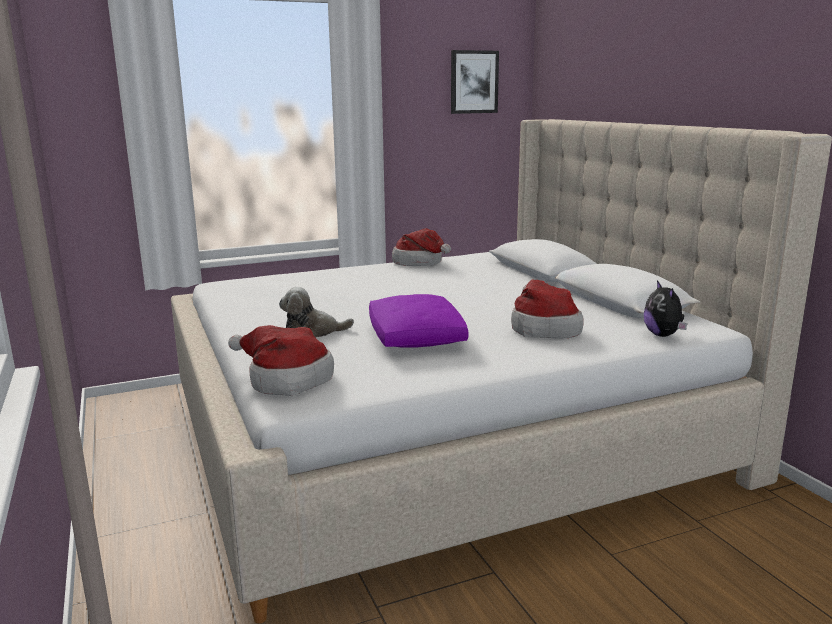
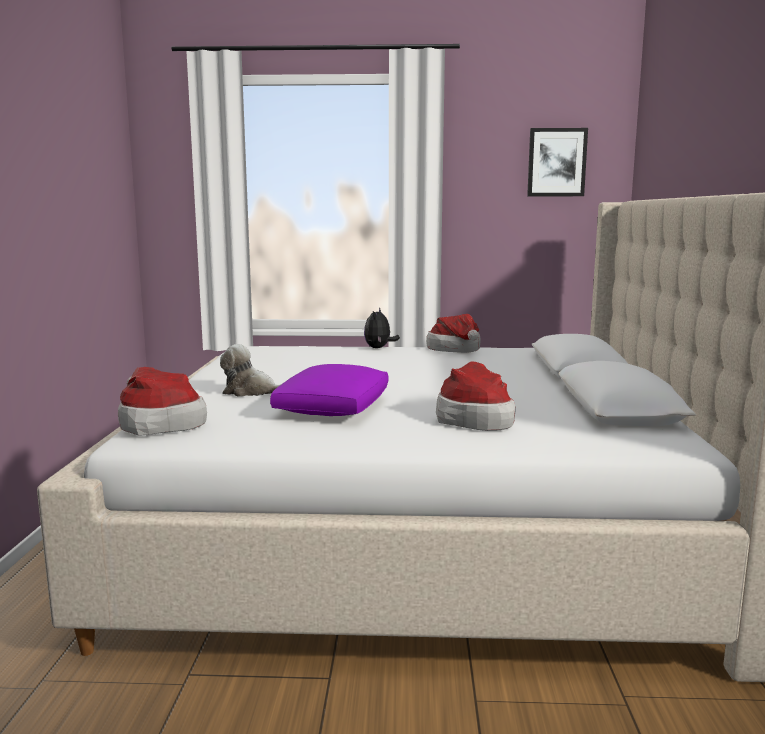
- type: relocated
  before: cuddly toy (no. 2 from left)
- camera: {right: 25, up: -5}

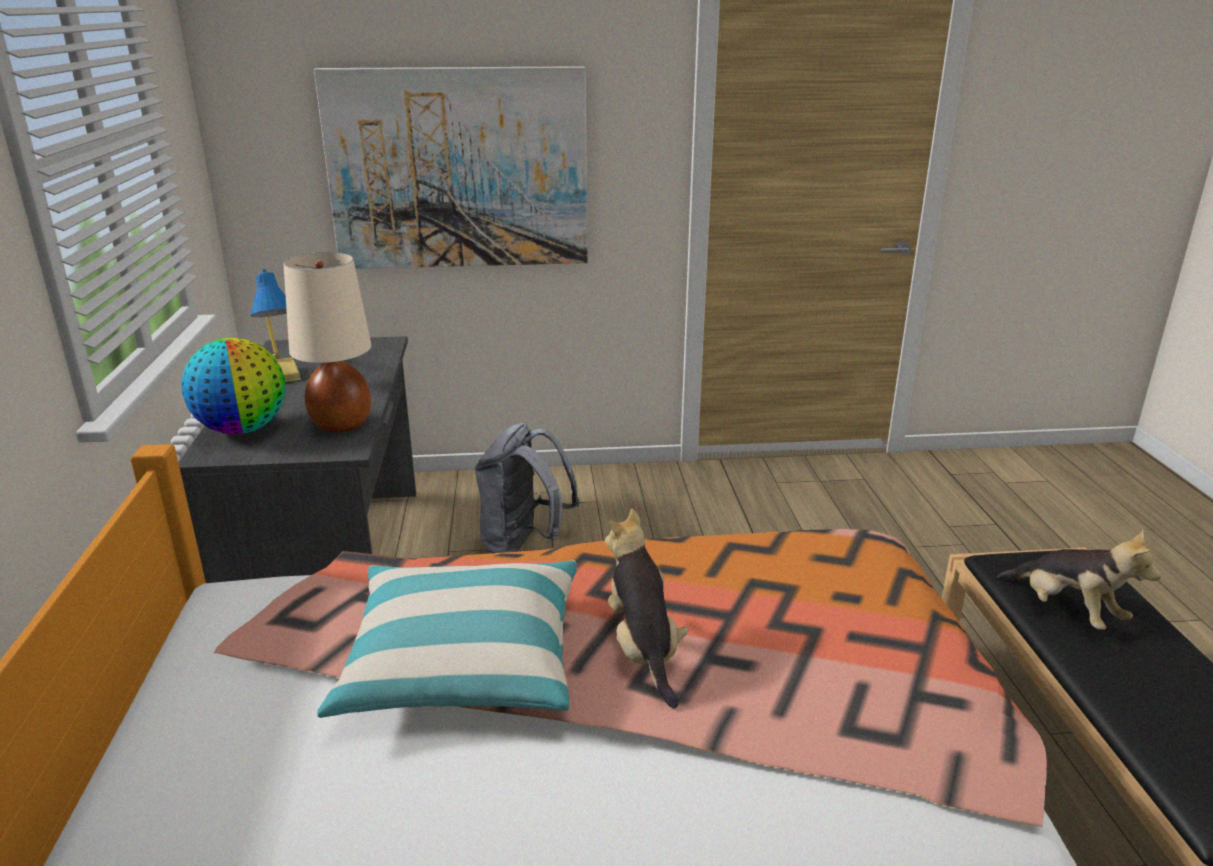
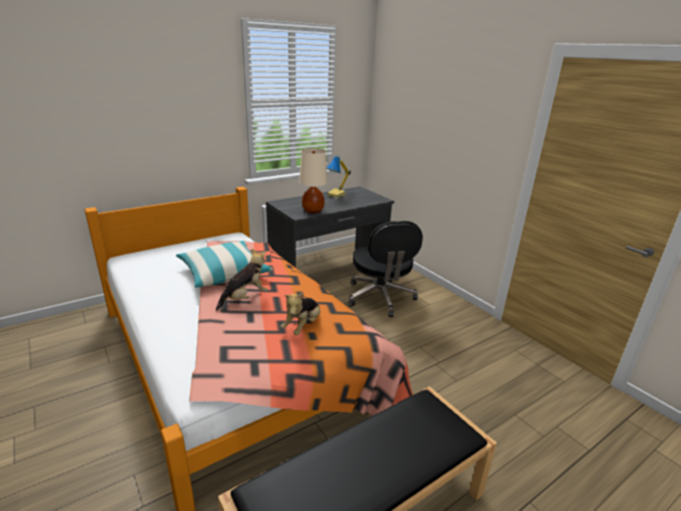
- type: missing
  before: globe
- type: missing
  before: wall art
- type: exchanged
  before: gray knapsack
  after: black-coloured desk chair
- type: relocated
  before: cuddly toy (no. 2 from left)
- camera: {right: 60, up: 0}

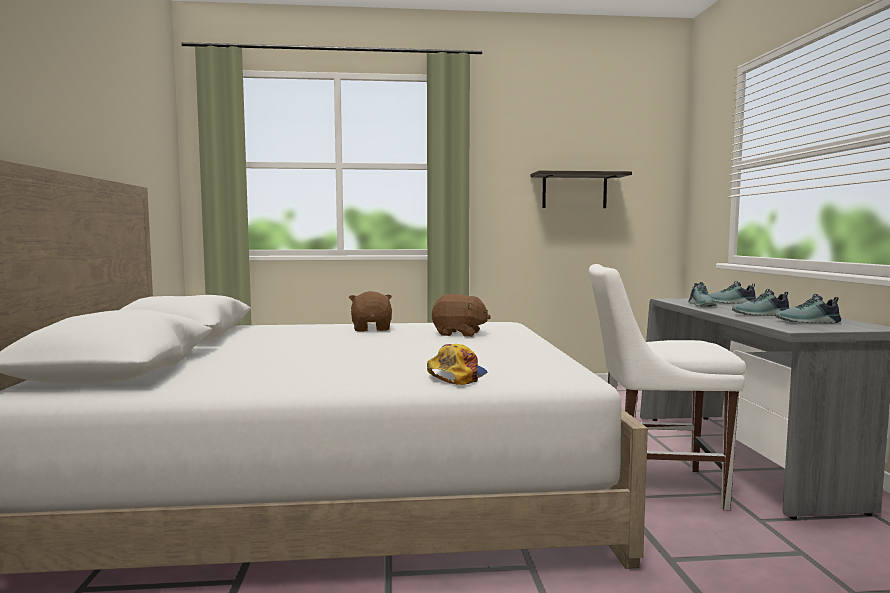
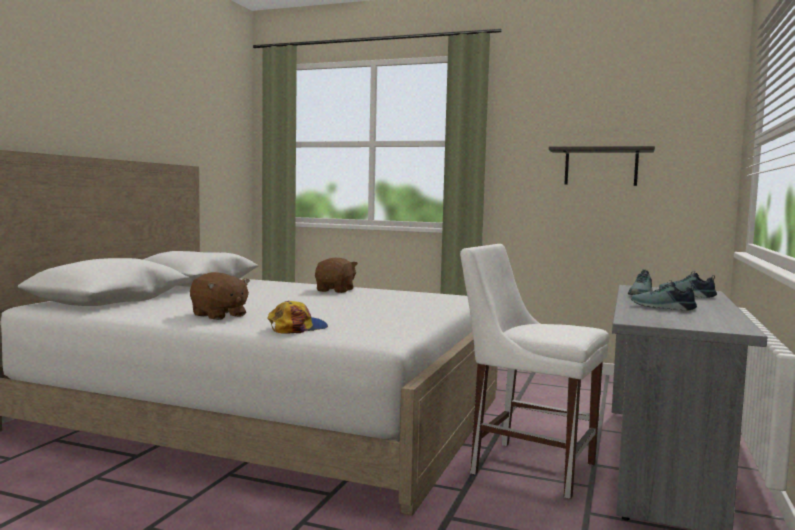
- type: relocated
  before: brownish cuddly toy (no. 2 from left in the first image)
  after: brownish cuddly toy (no. 1 from left)
- type: missing
  before: item of footwear (no. 4 from left)
- camera: {right: 25, up: 0}

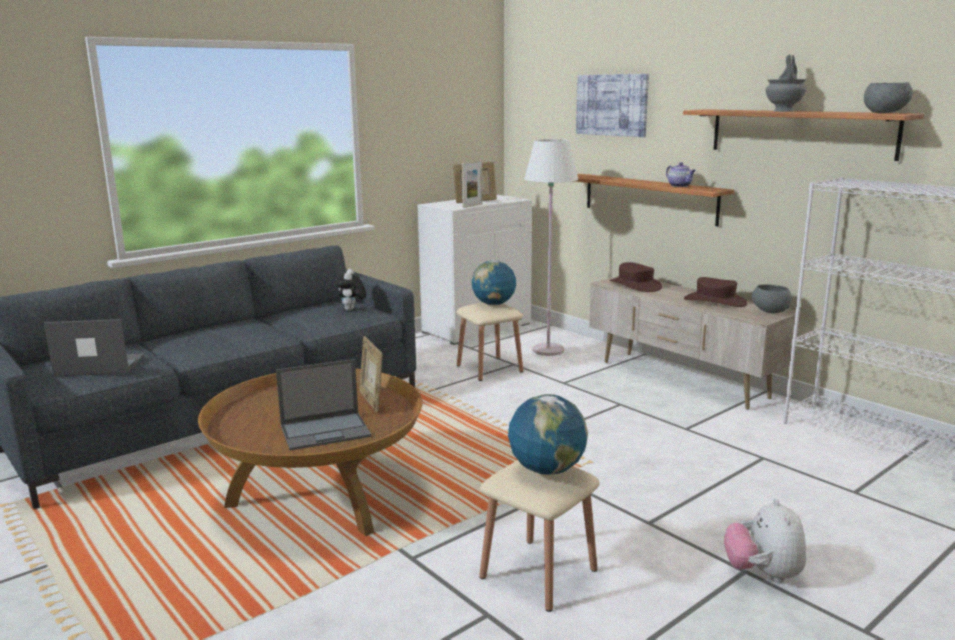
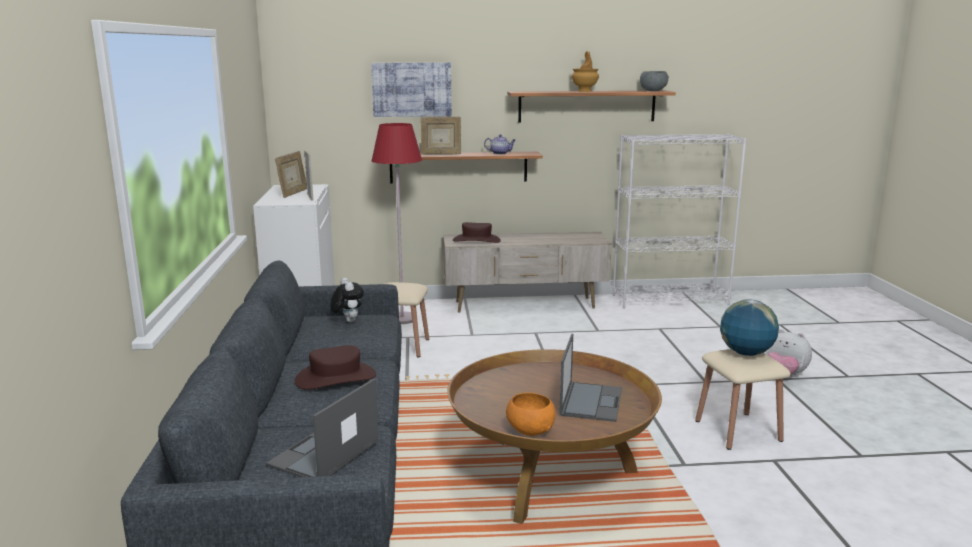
- type: spun
  before: cuddly toy (no. 1 from left)
  turn: -150
- type: relocated
  before: picture frame (no. 1 from left in the first image)
  after: picture frame (no. 3 from left)
- type: missing
  before: globe (no. 1 from left)
- type: colour
  before: whitish standard lamp
  after: red standard lamp
- type: relocated
  before: brownish hat (no. 2 from left in the first image)
  after: brownish hat (no. 1 from left)
- type: missing
  before: gray bowl (no. 1 from left)
- type: colour
  before: gray flower vase
  after: brownish flower vase
- type: appeared
  after: orange bowl
- camera: {right: -55, up: 0}

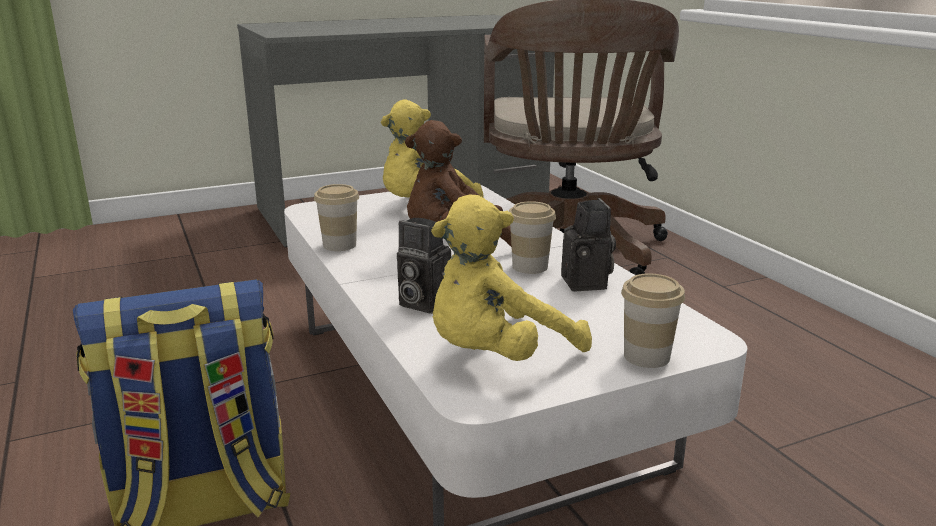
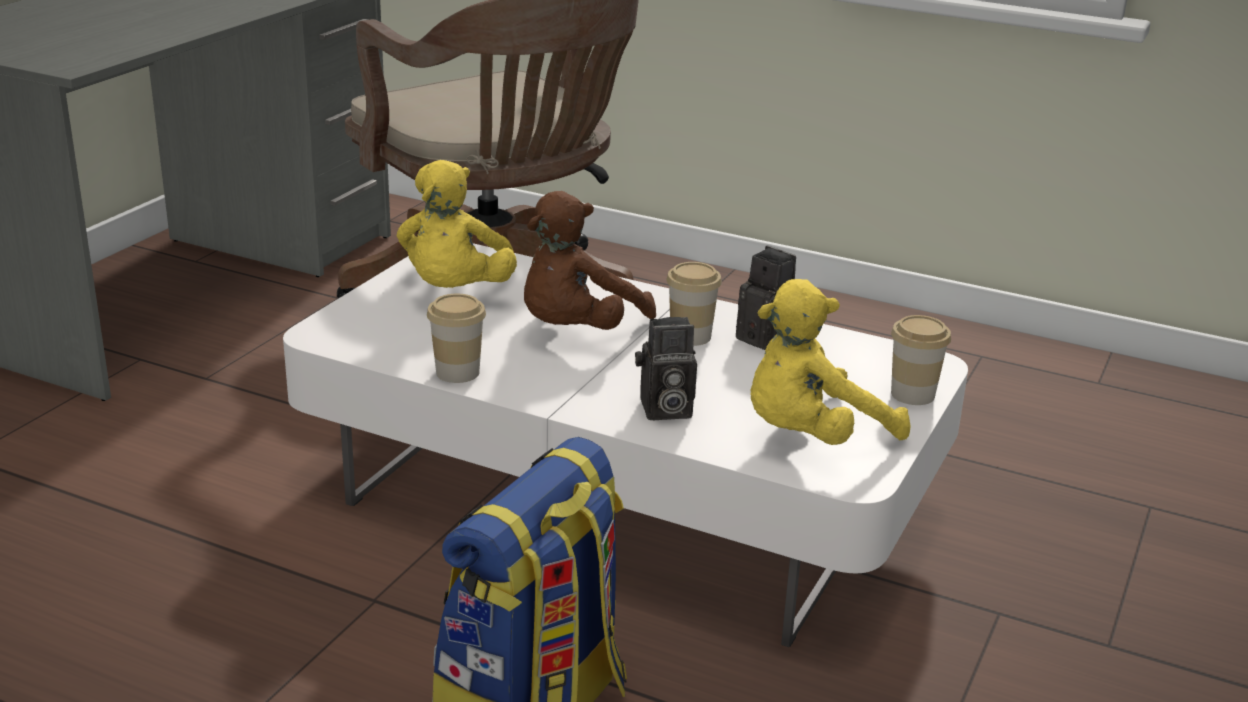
- type: spun
  before: yellow cuddly toy (no. 2 from left)
  turn: 45
- camera: {right: -40, up: 5}

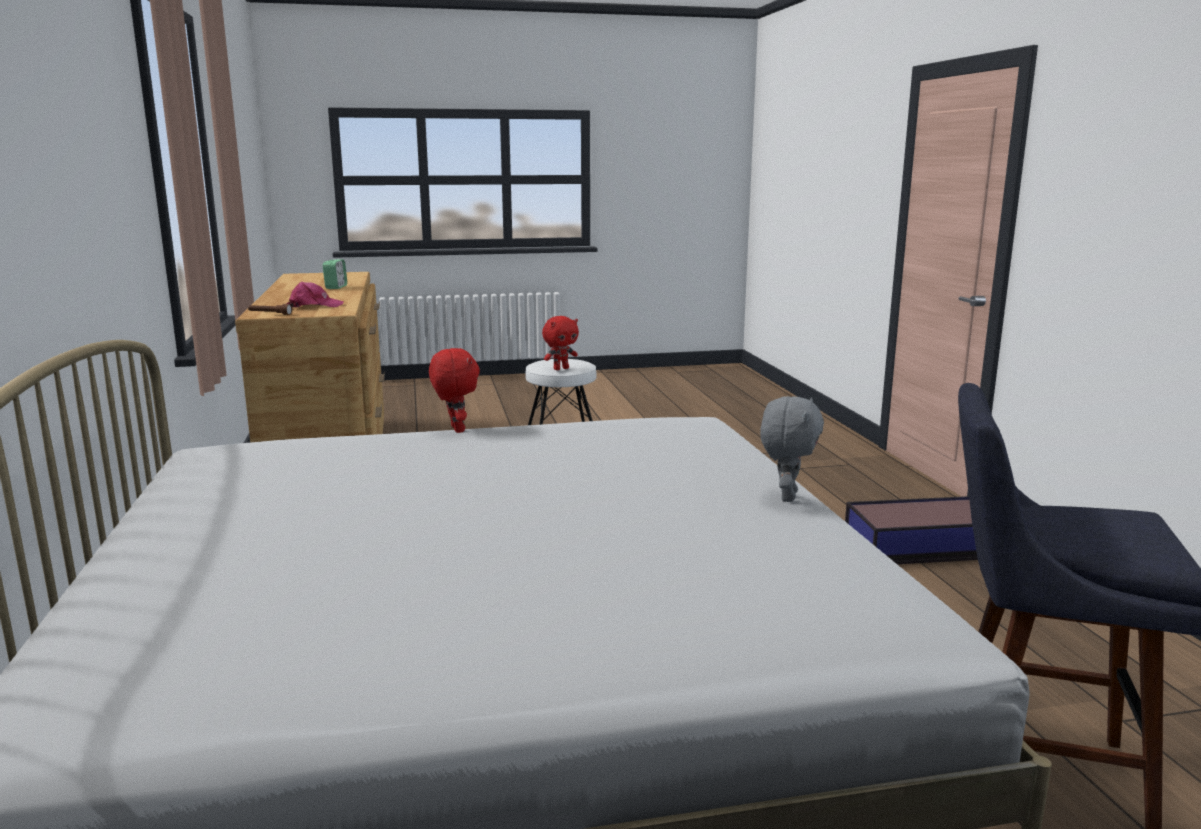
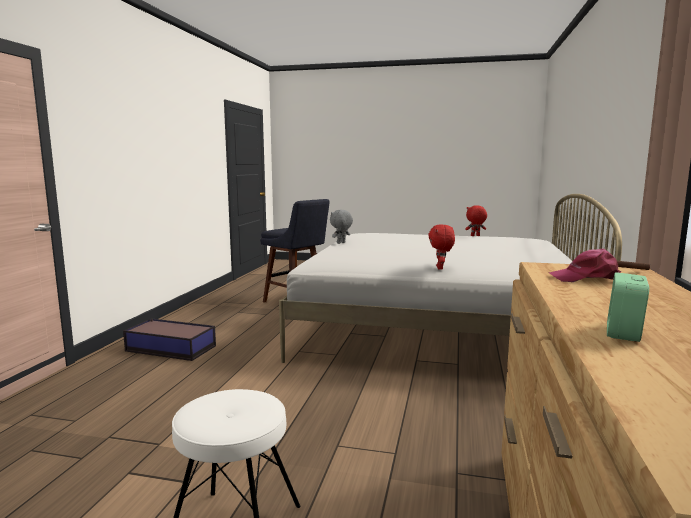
- type: relocated
  before: red cuddly toy (no. 2 from left)
- camera: {right: -155, up: -5}

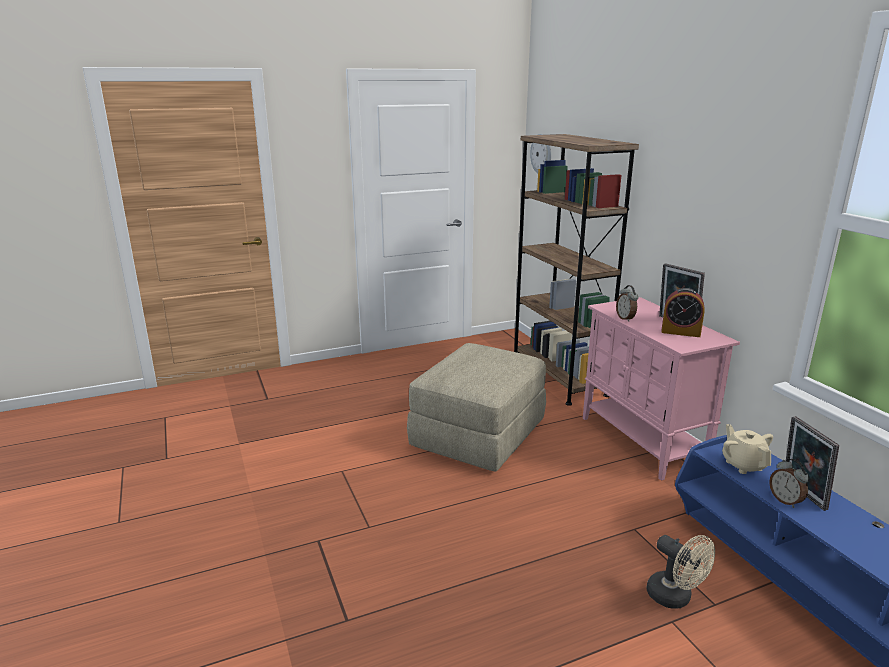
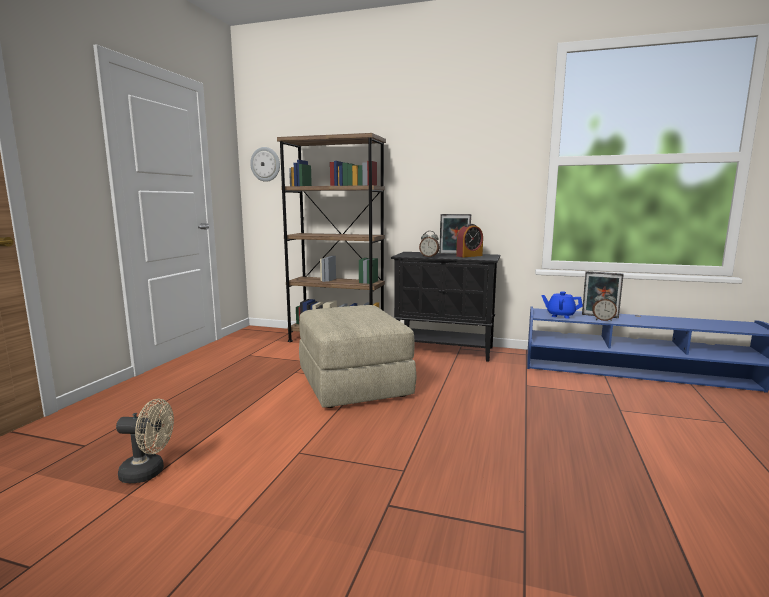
- type: colour
  before: pinkish cabinet
  after: black-coloured cabinet
- type: relocated
  before: beige cooling fan
- type: colour
  before: beige tea pot
  after: blue-coloured tea pot
- camera: {right: -50, up: -10}

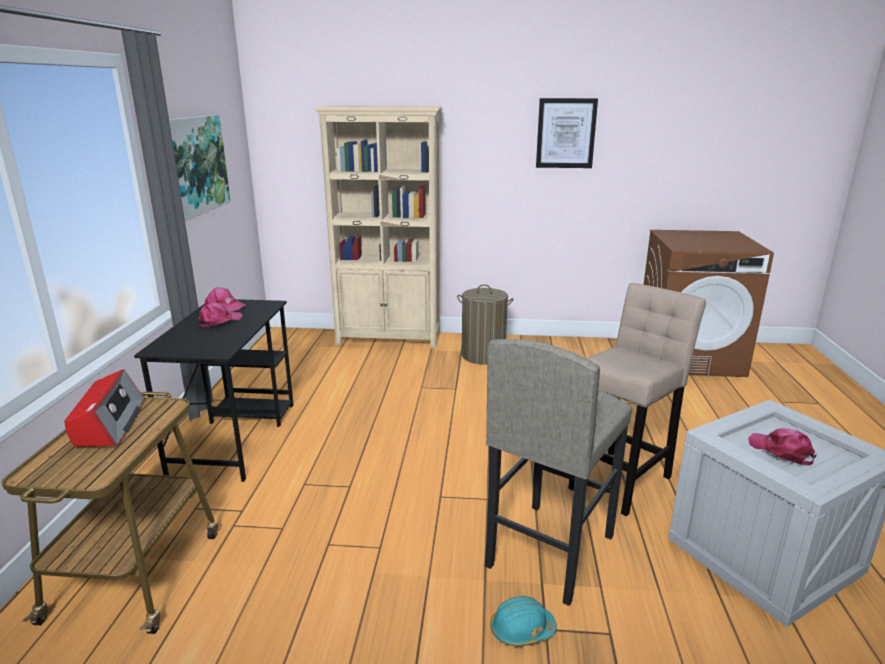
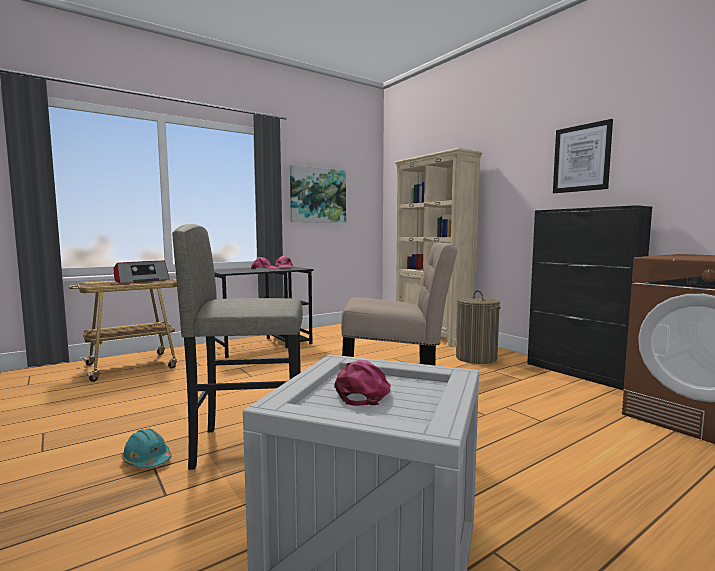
- type: appeared
  after: black-coloured cabinet
- camera: {right: 50, up: -15}

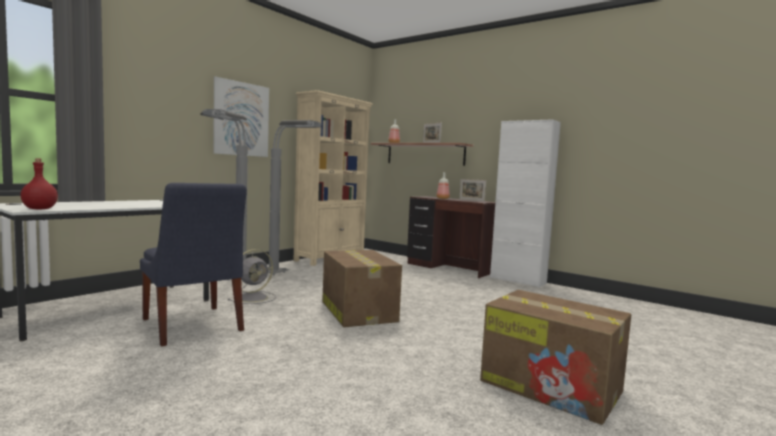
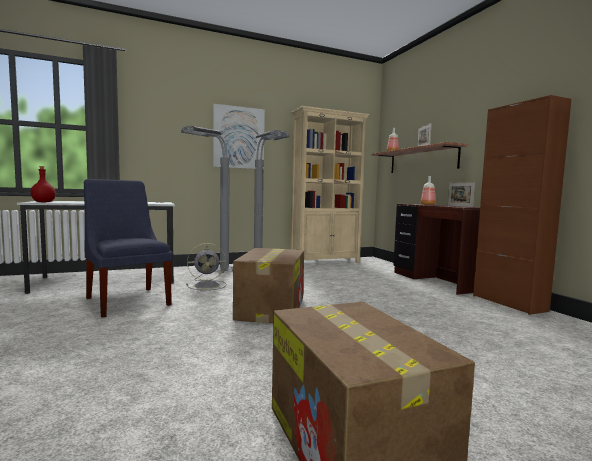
- type: spun
  before: blue-coloured chair
  turn: 150
- type: colour
  before: whitish cabinet
  after: brownish cabinet
- camera: {right: 30, up: 0}

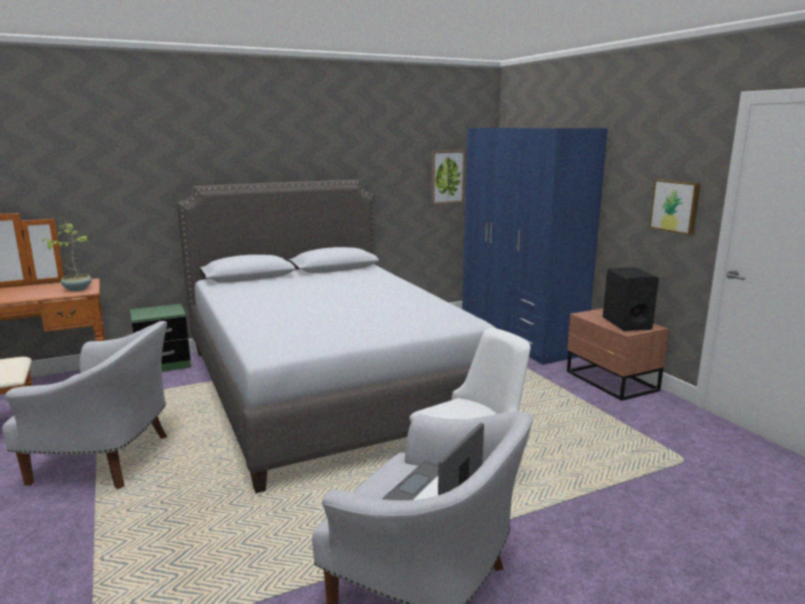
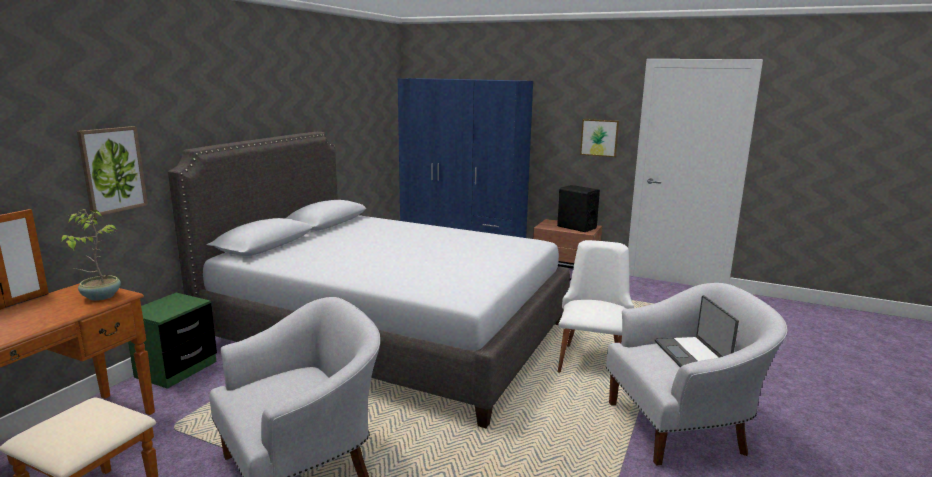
- type: relocated
  before: wall art (no. 1 from left)
- camera: {right: -40, up: 0}

